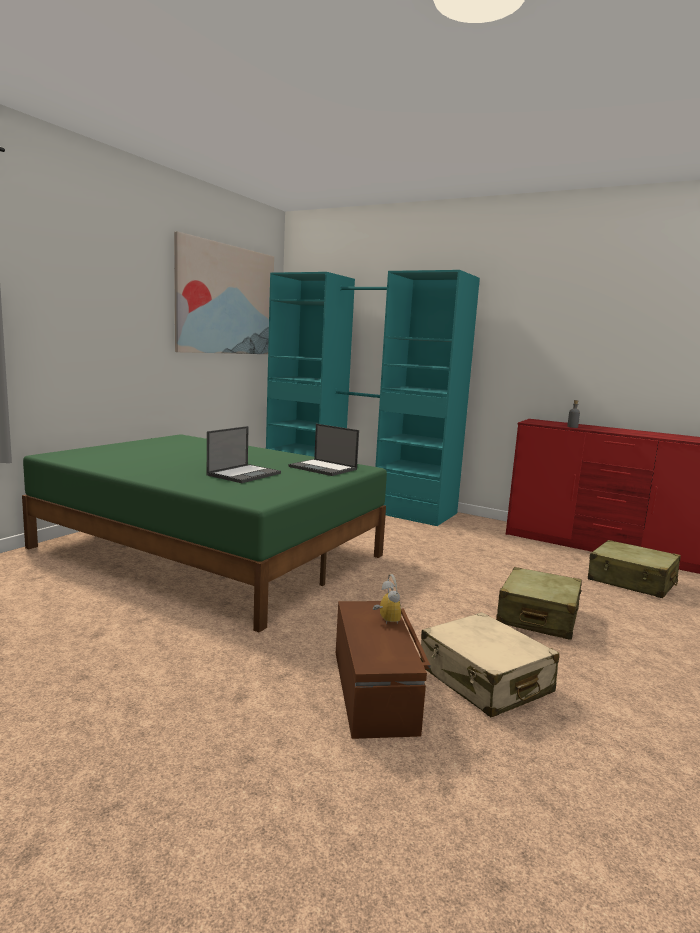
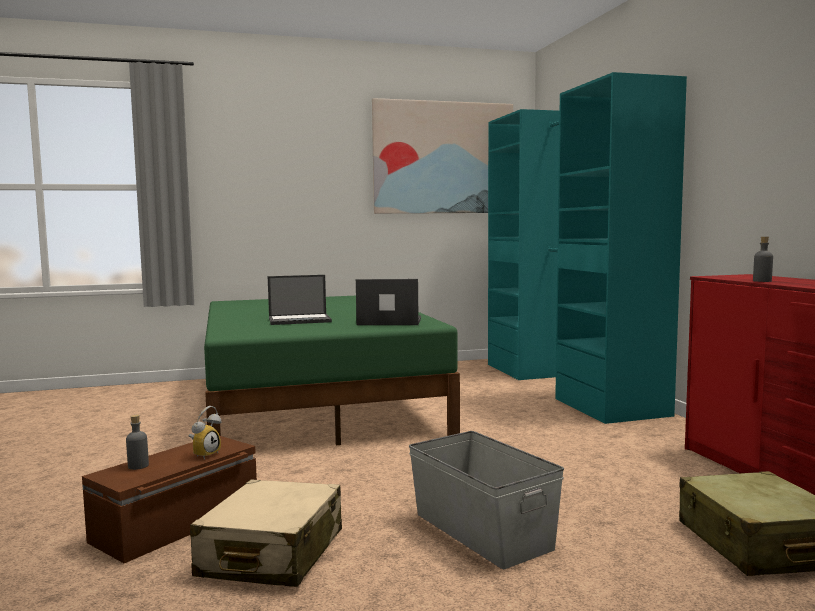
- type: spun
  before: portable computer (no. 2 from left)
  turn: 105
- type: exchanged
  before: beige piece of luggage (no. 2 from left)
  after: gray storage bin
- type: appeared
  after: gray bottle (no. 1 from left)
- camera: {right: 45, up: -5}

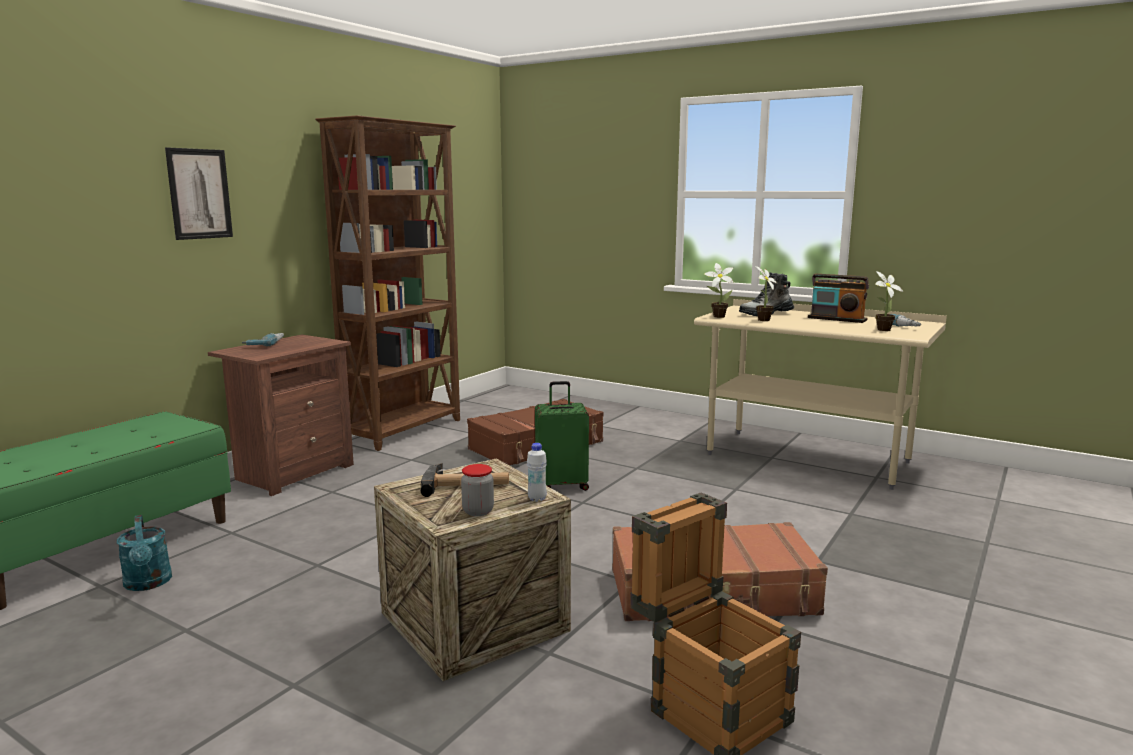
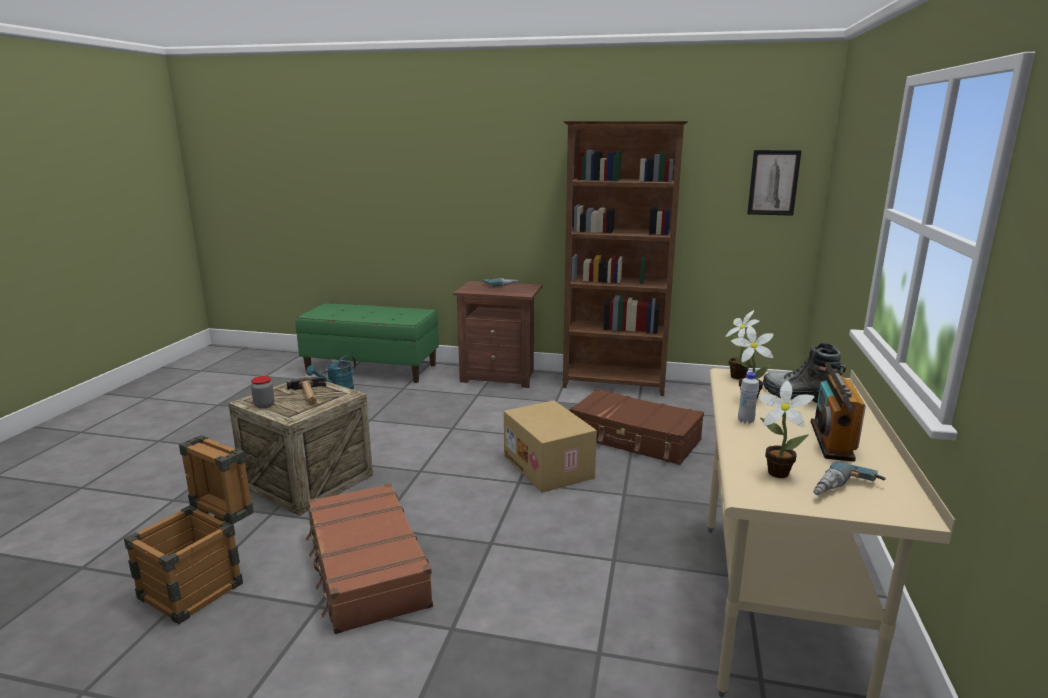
- type: relocated
  before: wall art
- type: relocated
  before: whitish bottle
- type: exchanged
  before: greenish piece of luggage
  after: packing box
- camera: {right: 70, up: 5}

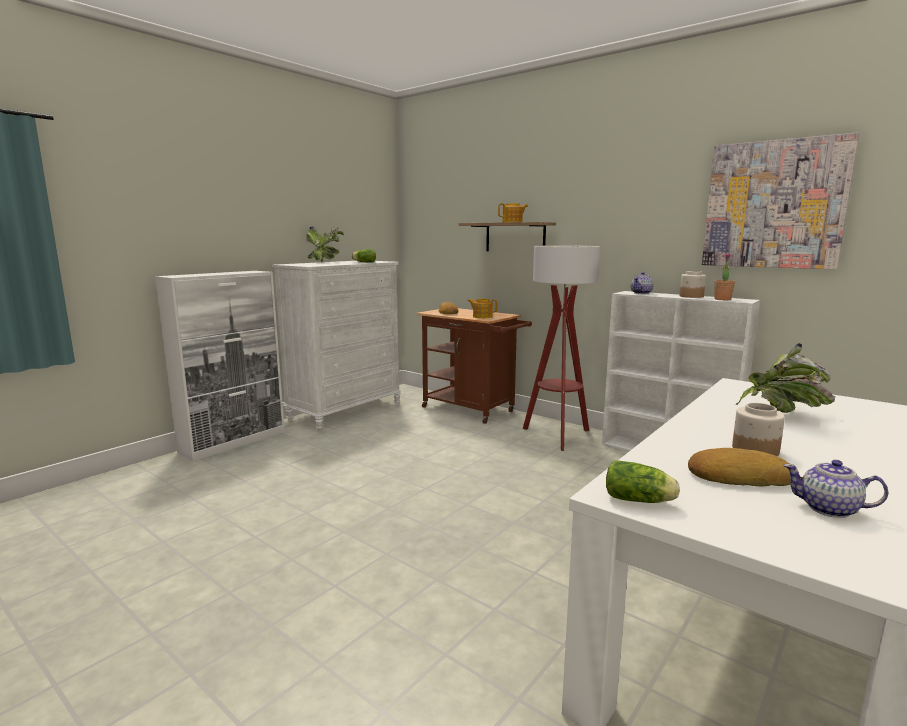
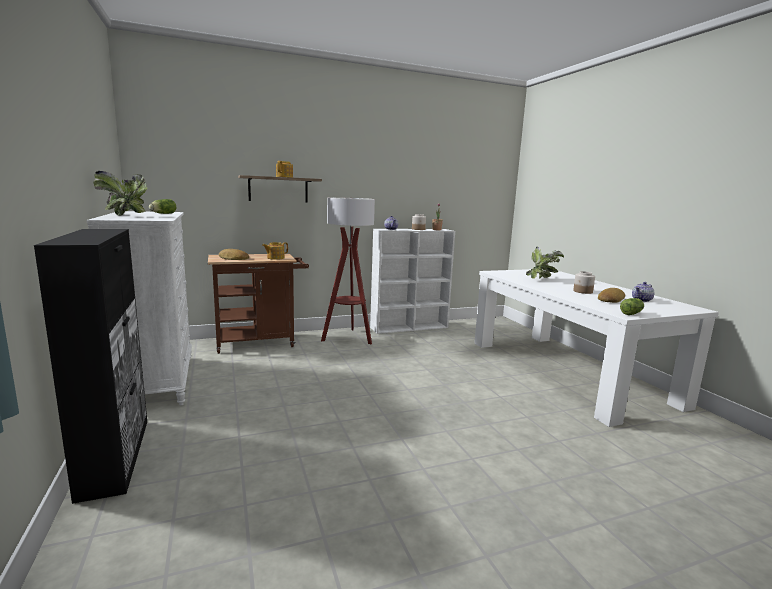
- type: colour
  before: whitish cabinet
  after: black-coloured cabinet
- type: missing
  before: wall art
- camera: {right: -60, up: 0}

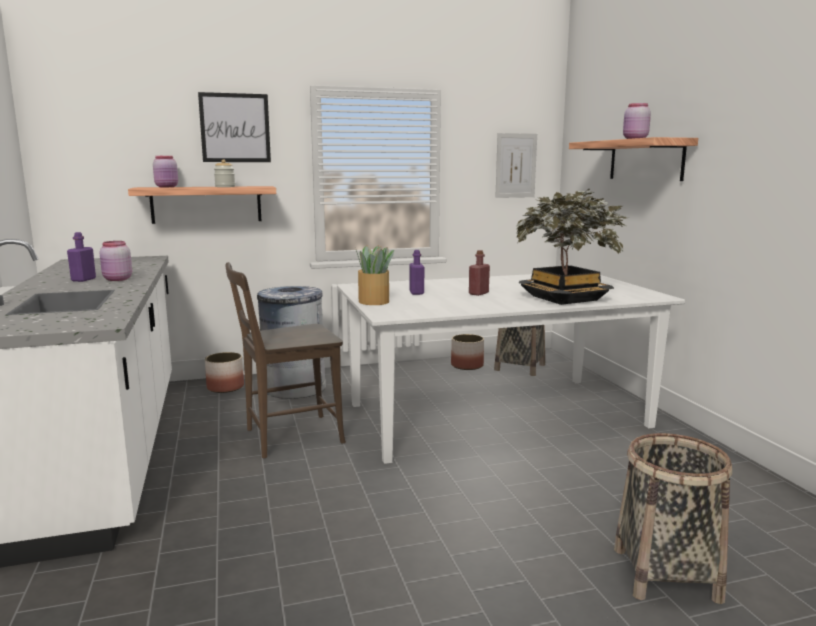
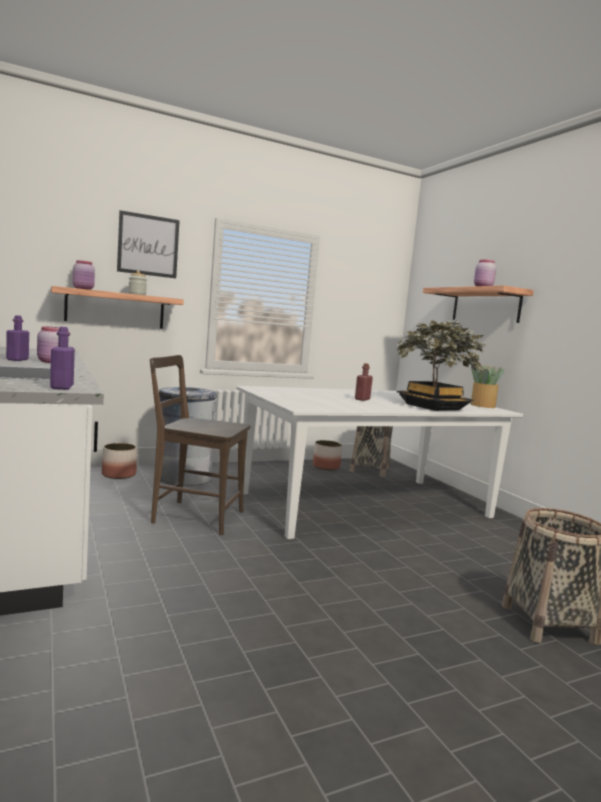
- type: spun
  before: brownish chair
  turn: 45
- type: relocated
  before: houseplant (no. 1 from left in the first image)
  after: houseplant (no. 2 from left)
- type: relocated
  before: purplish bottle (no. 2 from left)
- type: missing
  before: wall art (no. 2 from left)
- camera: {right: -10, up: -5}

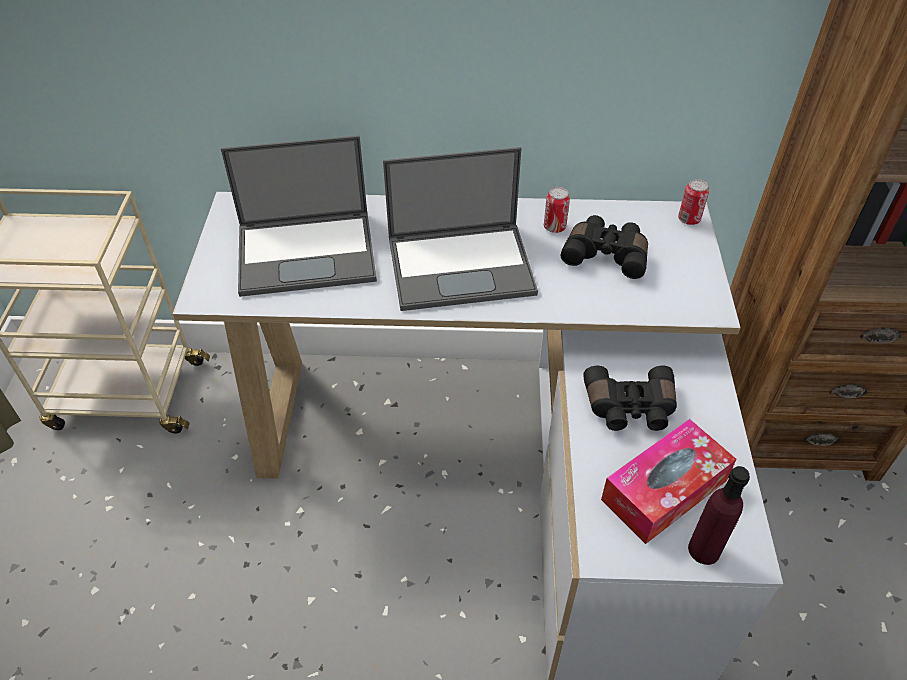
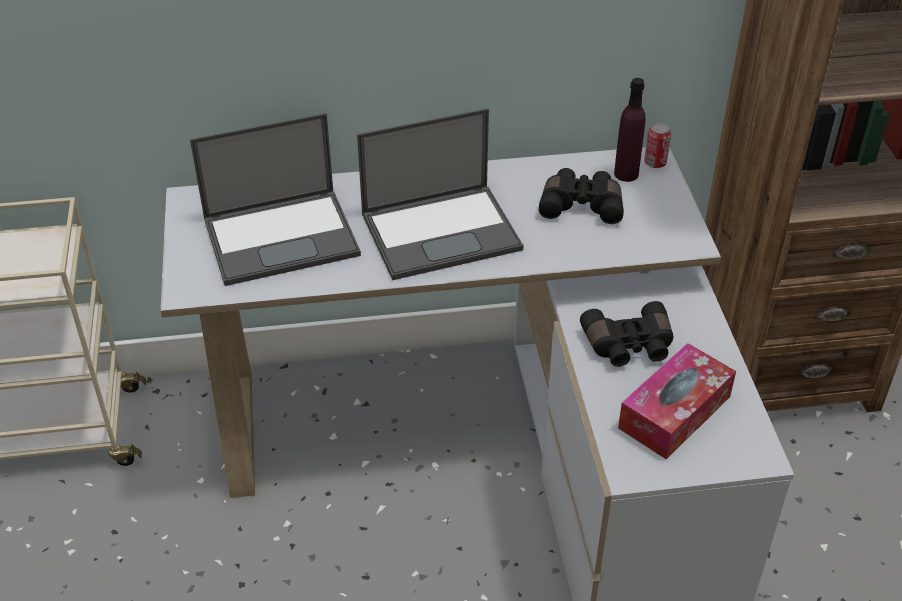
- type: missing
  before: metal can (no. 1 from left)
- type: relocated
  before: purplish bottle
- camera: {right: -10, up: -5}

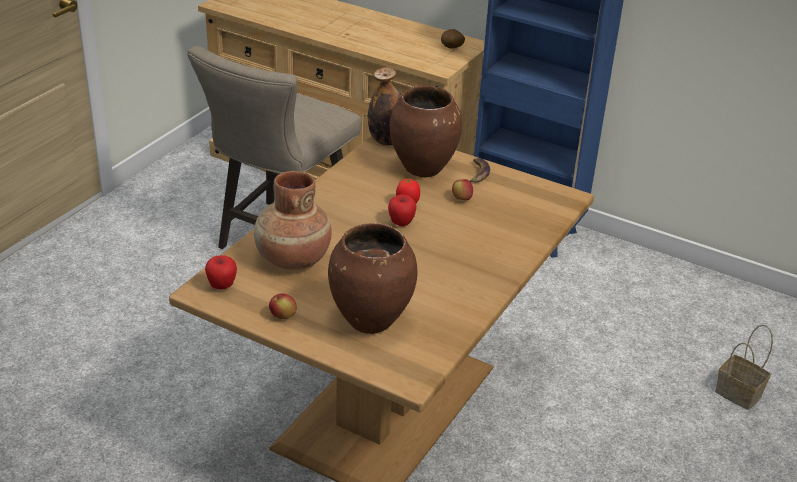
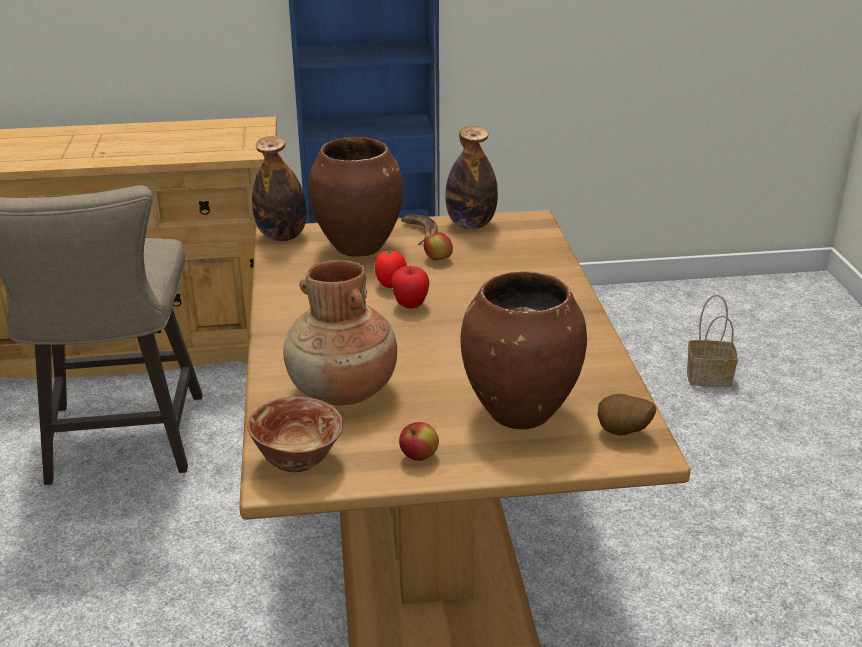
- type: exchanged
  before: whole apple (no. 1 from left)
  after: bowl
- type: relocated
  before: whole potato
- type: appeared
  after: bottle (no. 2 from left)
- camera: {right: -35, up: -5}

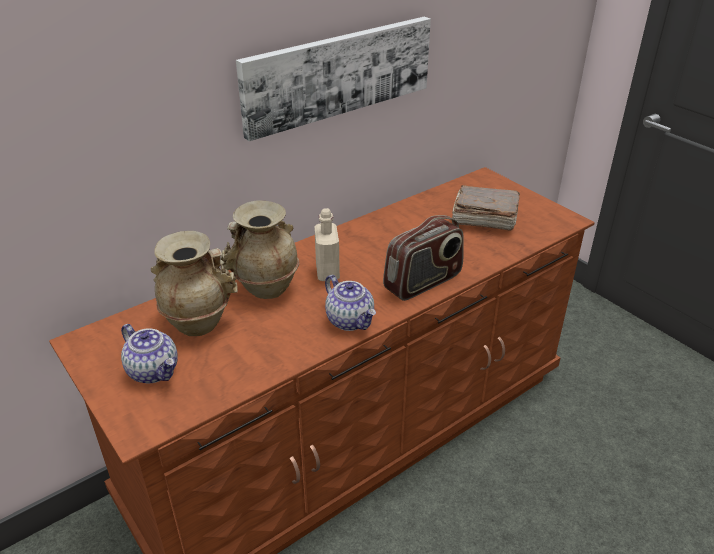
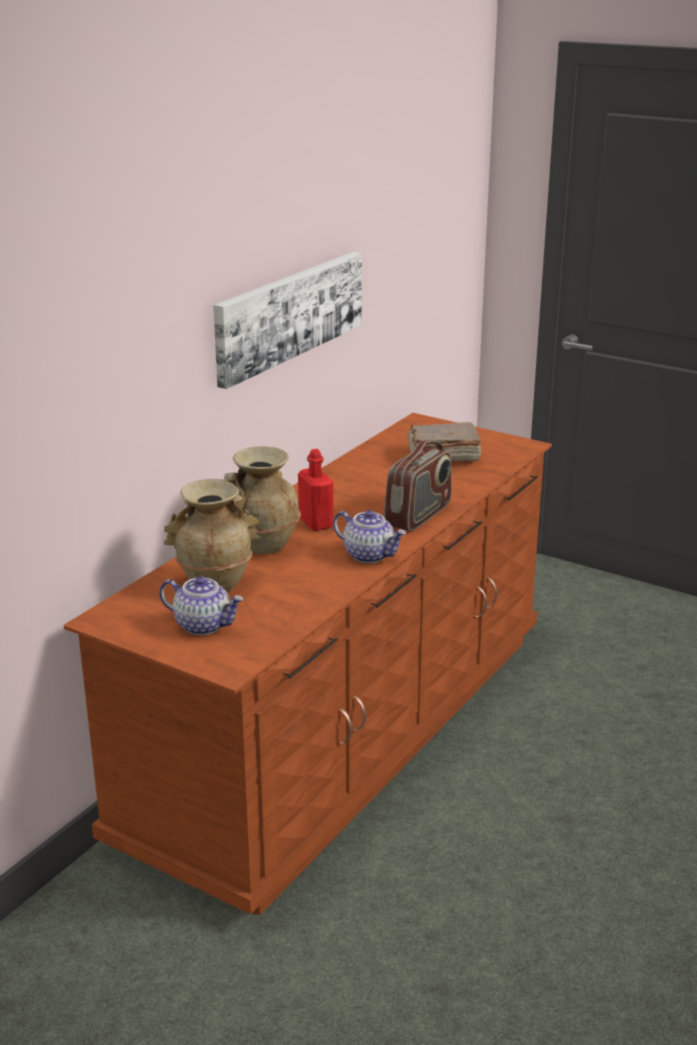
- type: colour
  before: beige bottle
  after: red bottle
- camera: {right: -20, up: -10}

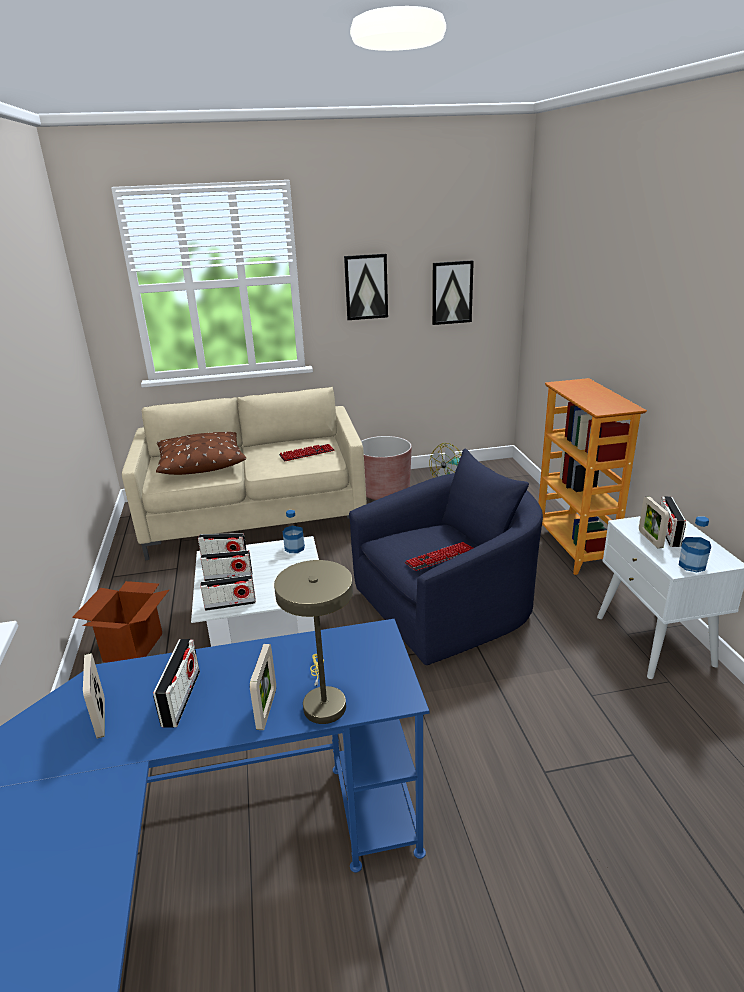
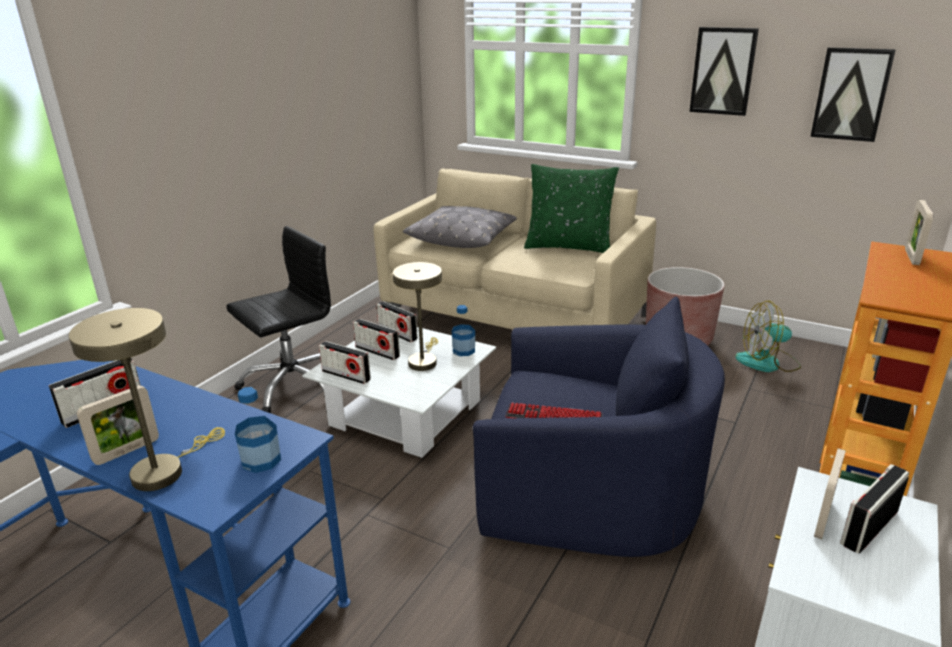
- type: exchanged
  before: packing box
  after: black-coloured desk chair
- type: relocated
  before: picture frame (no. 1 from left in the first image)
  after: picture frame (no. 3 from left)
- type: colour
  before: brownish cushion
  after: gray cushion
- type: missing
  before: keyboard (no. 1 from left)
- type: relocated
  before: bottle (no. 2 from left in the first image)
  after: bottle (no. 1 from left)
- type: appeared
  after: beige lamp for a table (no. 2 from left)
- type: appeared
  after: greenish cushion
- camera: {right: 40, up: 0}

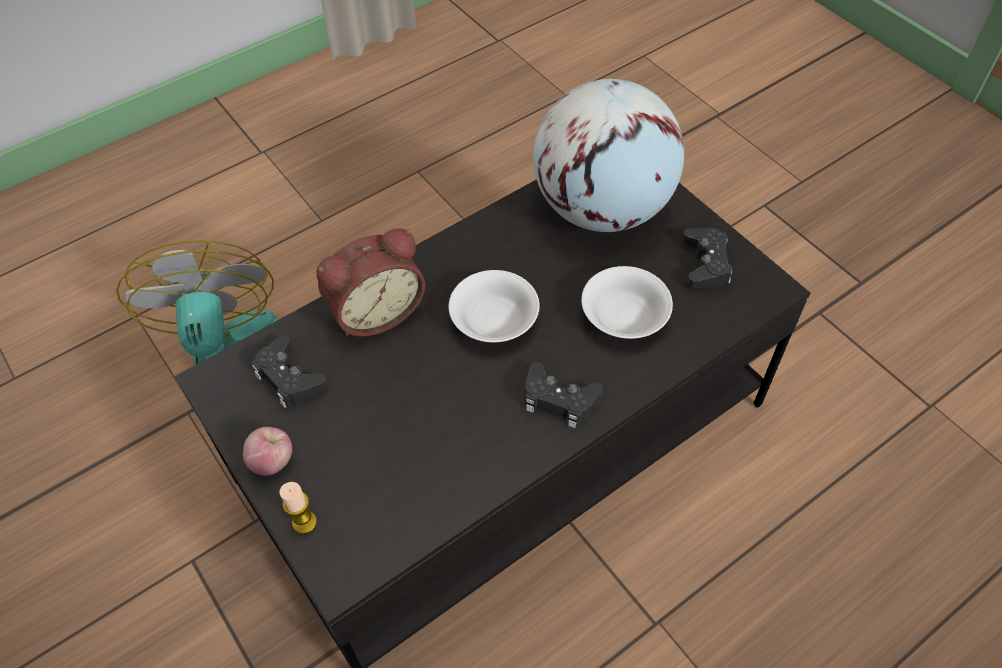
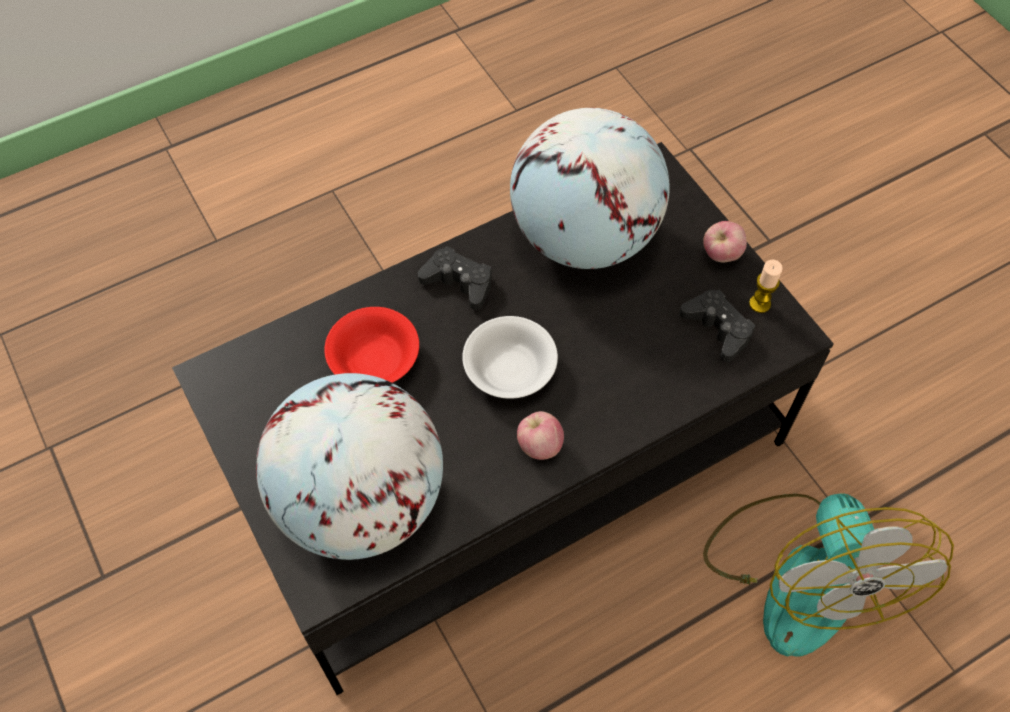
- type: relocated
  before: candle
- type: missing
  before: table clock
- type: colour
  before: whitish bowl (no. 2 from left)
  after: red bowl
- type: missing
  before: black-coloured gamepad (no. 3 from left)
- type: appeared
  after: globe (no. 2 from left)
- type: appeared
  after: whole apple (no. 1 from left)
- camera: {right: -175, up: 5}

